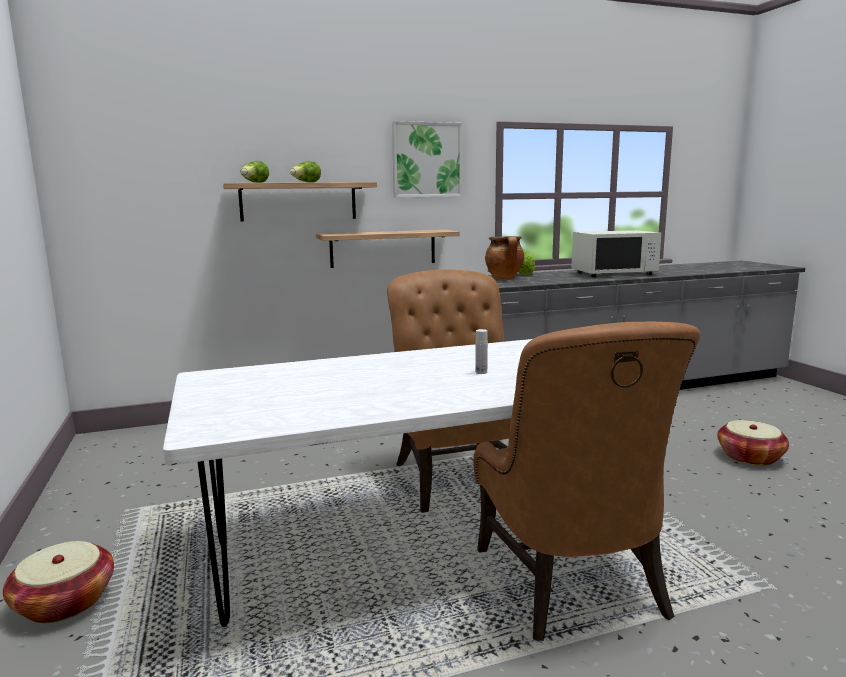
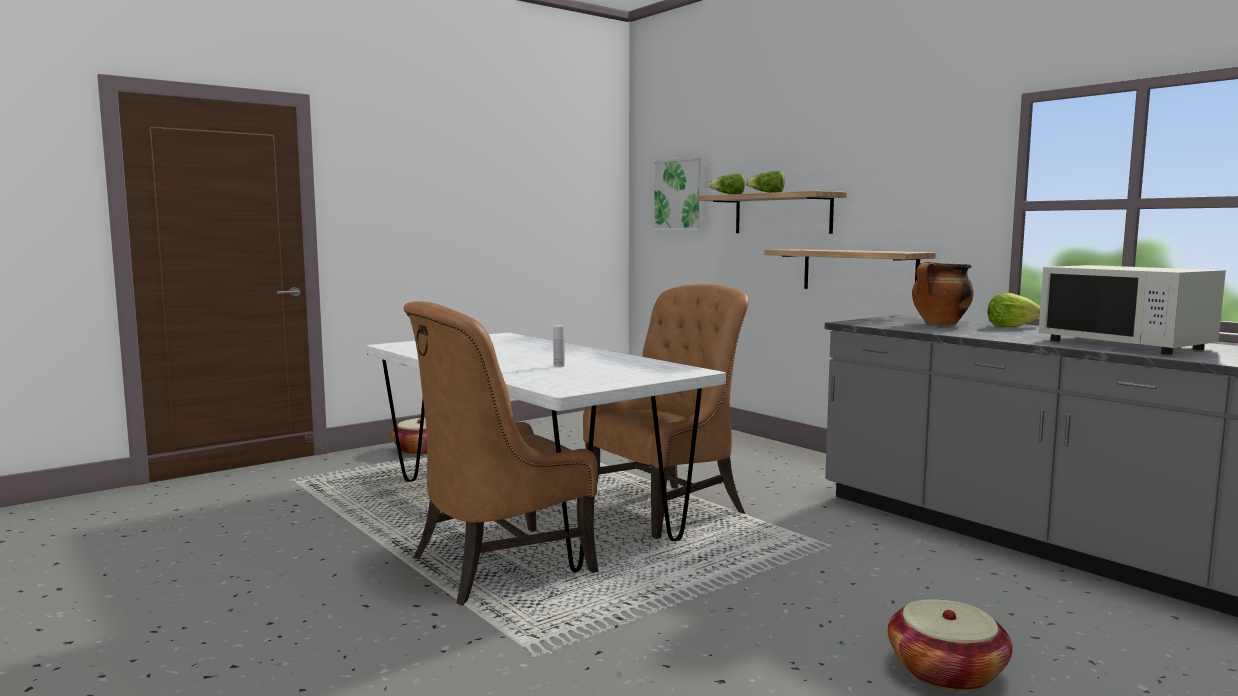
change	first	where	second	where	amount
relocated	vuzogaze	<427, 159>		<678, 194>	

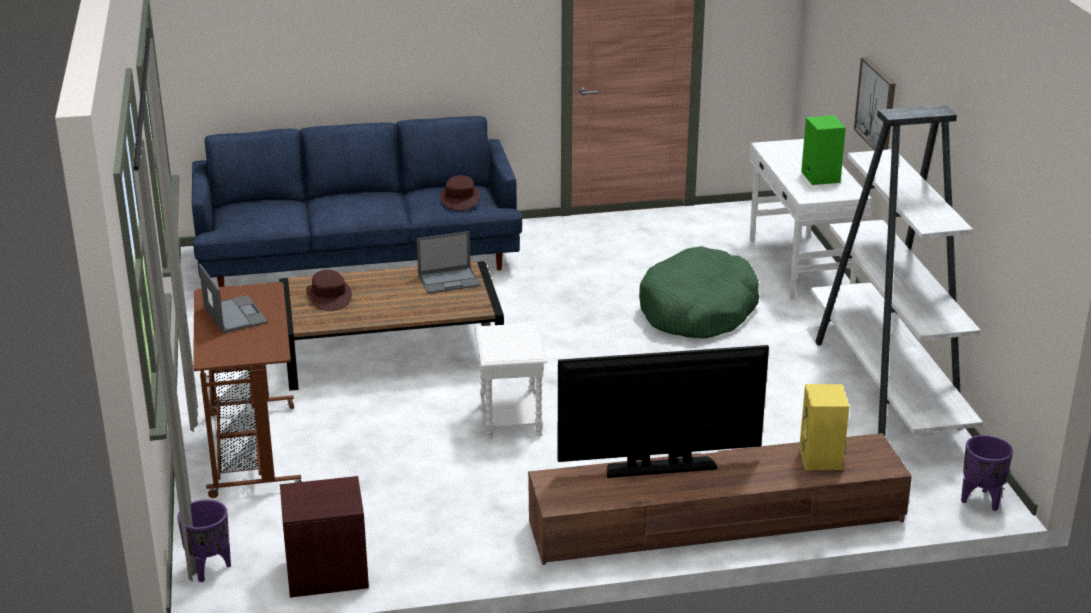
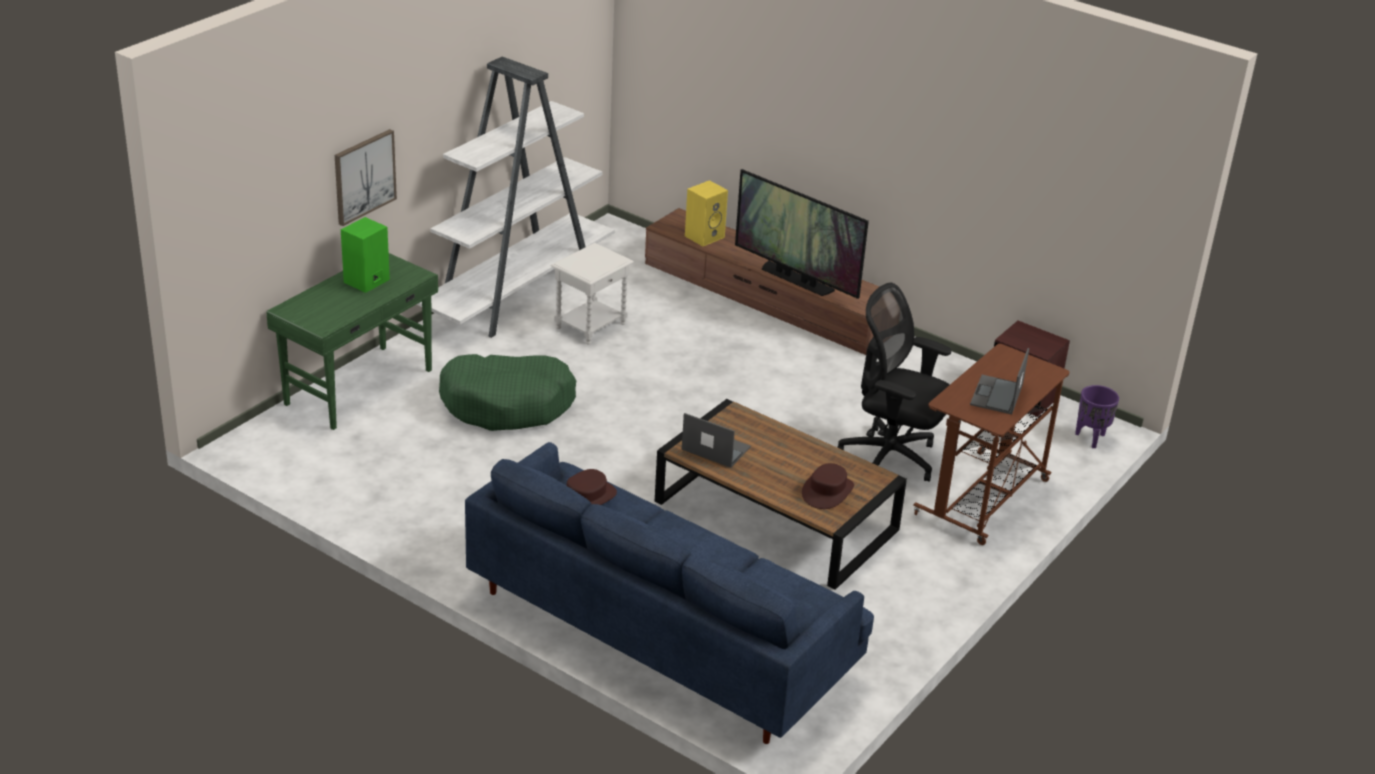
change	first	where	second	where	amount
colour	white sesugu	<810, 219>	green sesugu	<352, 341>	
relocated	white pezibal	<511, 381>		<592, 293>	
missing	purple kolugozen	<987, 473>			
appeared			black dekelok	<894, 382>	

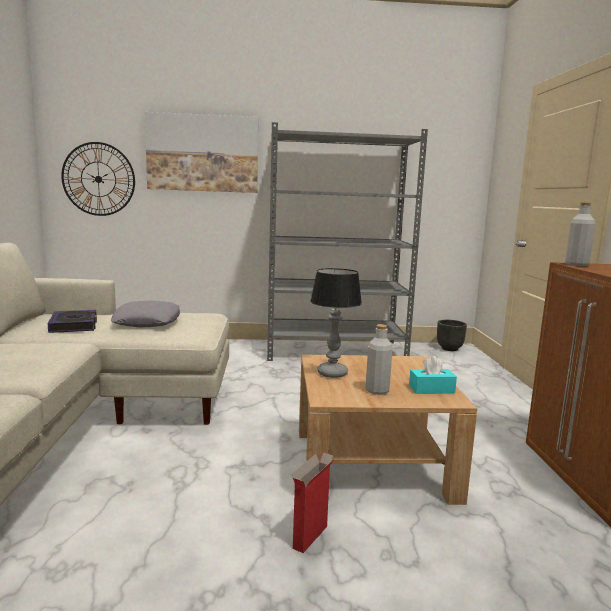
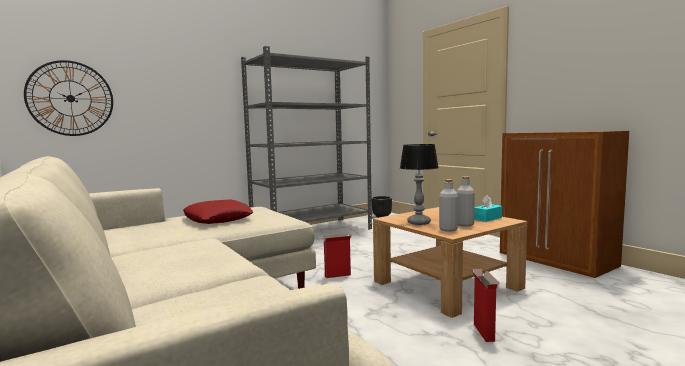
change	first	where	second	where	amount
missing	vuzogaze	<201, 152>			
relocated	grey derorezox	<580, 234>		<448, 205>	
colour	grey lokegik	<145, 313>	red lokegik	<218, 211>	
missing	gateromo	<72, 321>			
appeared			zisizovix	<337, 255>	

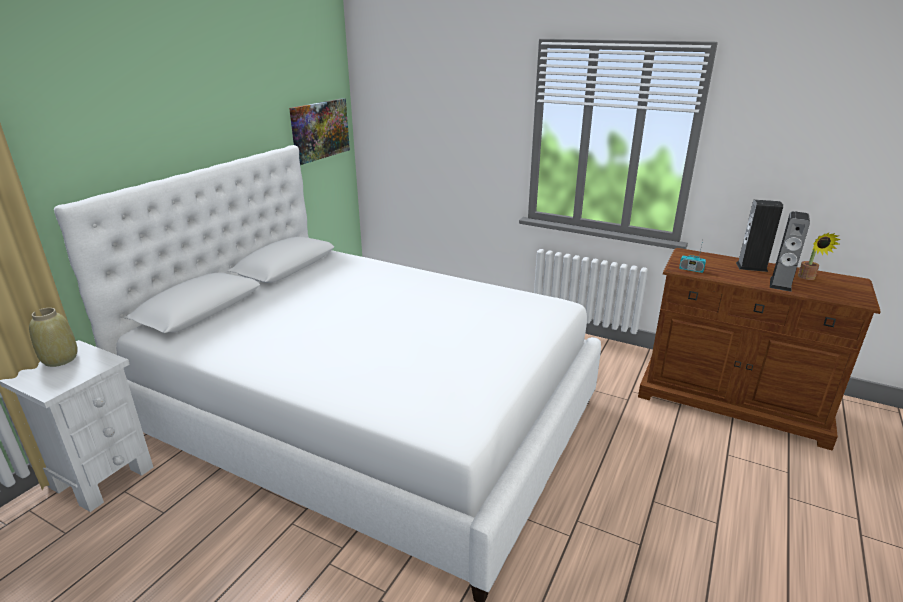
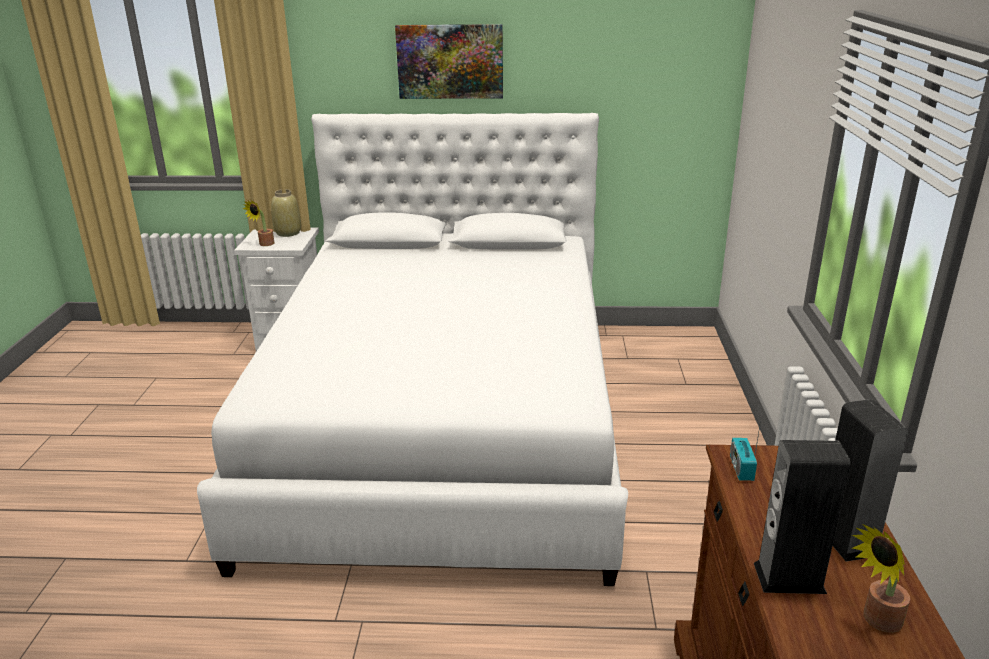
change	first	where	second	where	amount
relocated	vuzogaze	<319, 131>		<449, 61>	
appeared			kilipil	<258, 223>	

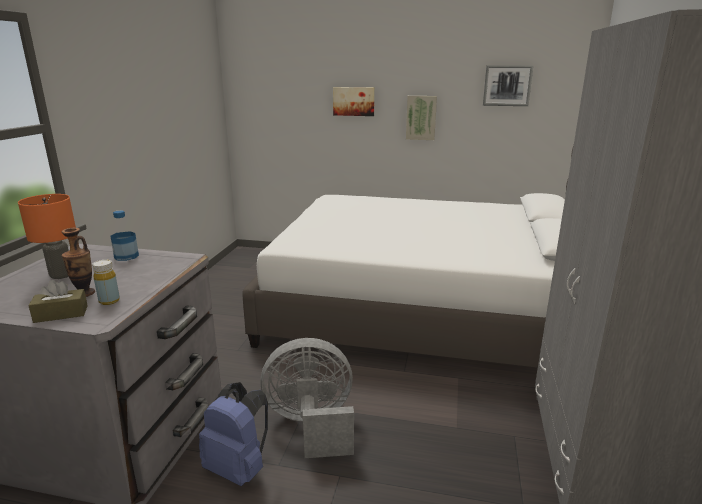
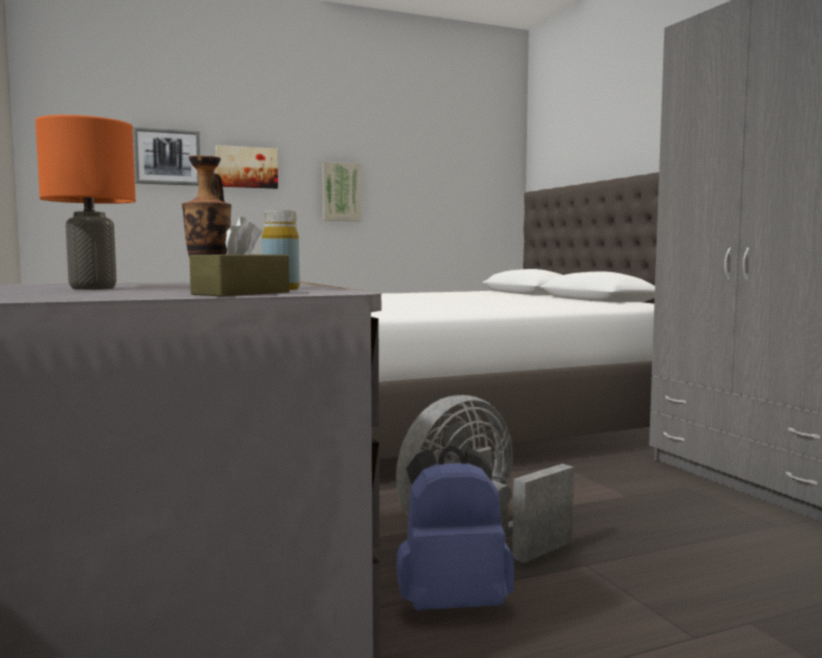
change	first	where	second	where	amount
relocated	vuzogaze	<508, 85>		<166, 156>	
missing	derorezox	<125, 235>			

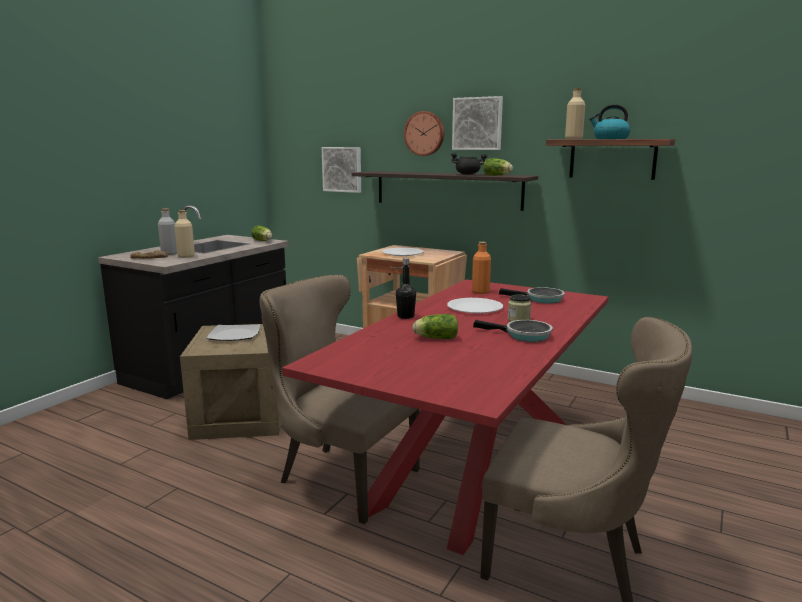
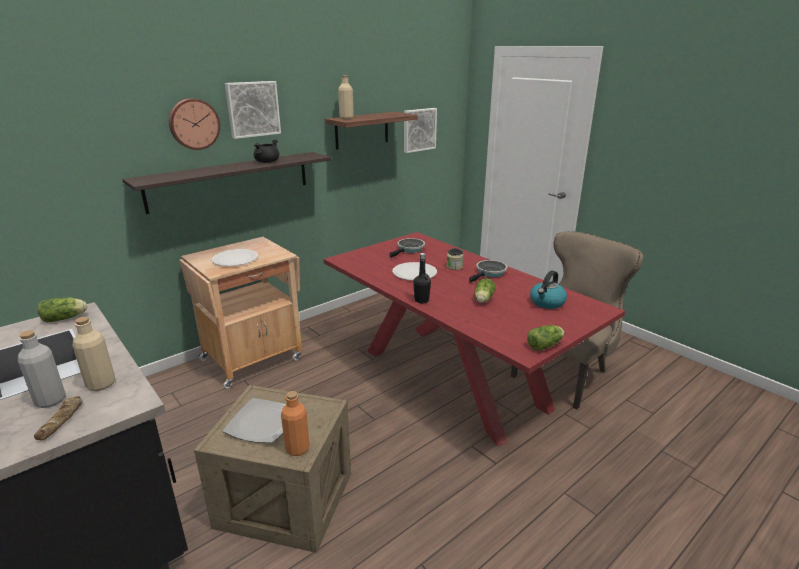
change	first	where	second	where	amount
relocated	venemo	<610, 121>		<548, 289>	
relocated	vuzogaze	<341, 170>		<420, 130>	
relocated	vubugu	<498, 167>		<545, 338>	
relocated	orange derorezox	<481, 268>		<295, 423>	
missing	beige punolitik	<340, 399>			

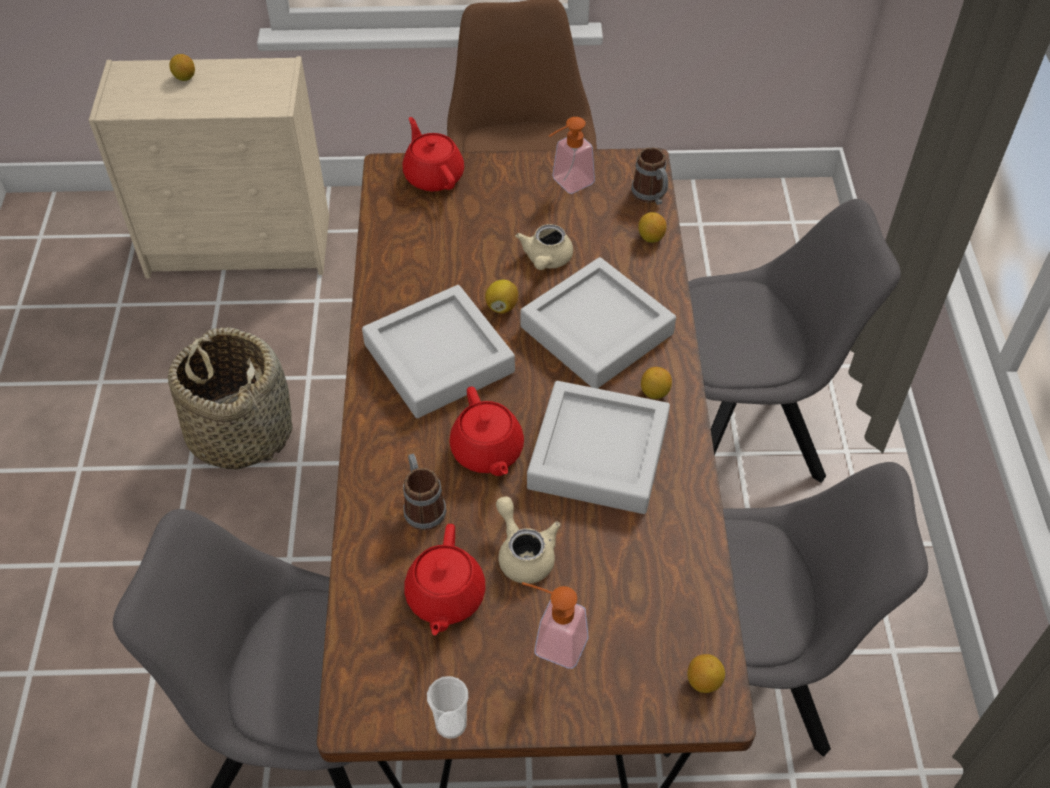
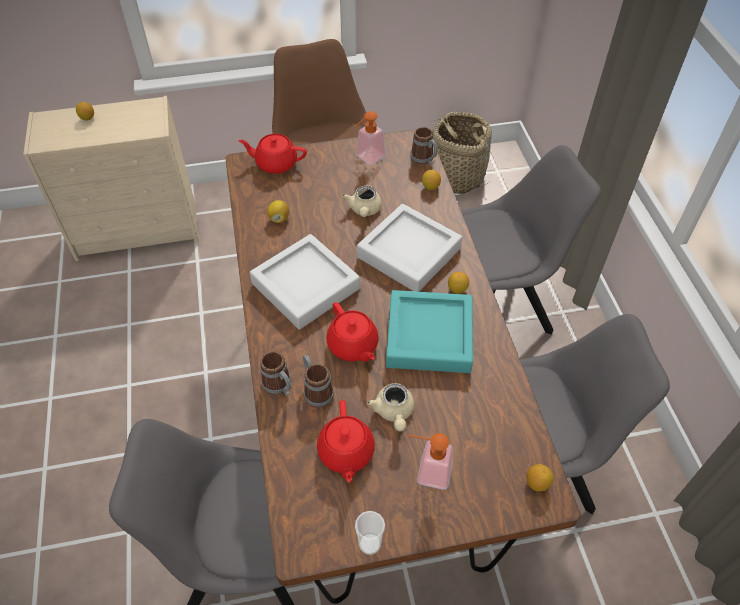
change	first	where	second	where	amount
spun	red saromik	<433, 154>		<272, 154>	45 degrees counterclockwise
relocated	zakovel	<501, 296>		<278, 211>	
relocated	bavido	<230, 398>		<461, 153>	
colour	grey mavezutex	<598, 447>	turquoise mavezutex	<429, 331>	
spun	beige saromik	<528, 540>		<390, 407>	150 degrees counterclockwise
appeared			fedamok	<276, 373>	

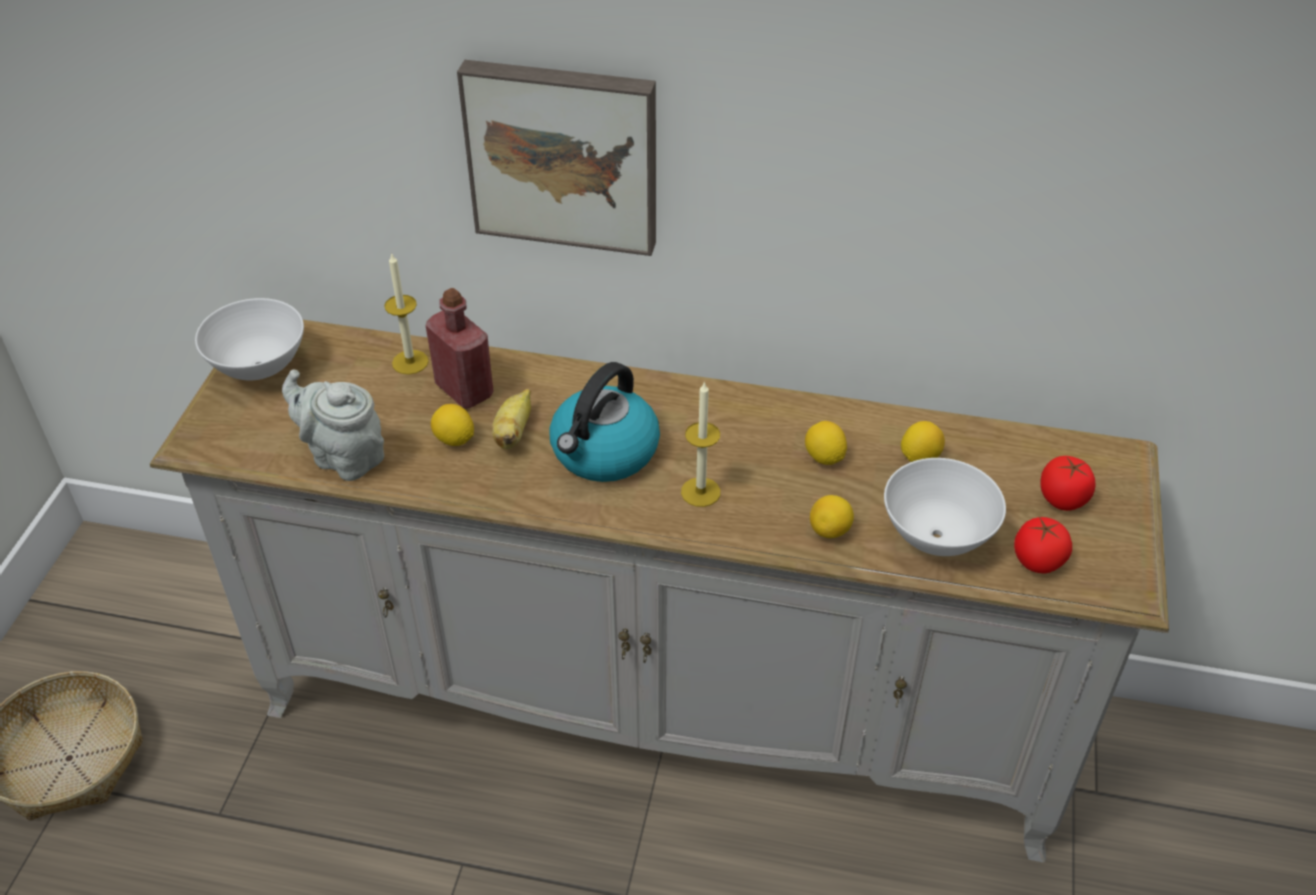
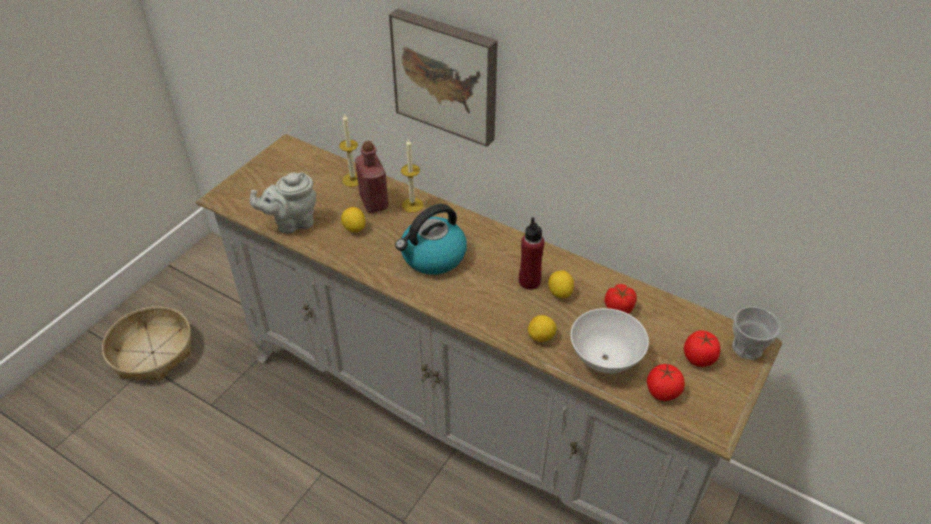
change	first	where	second	where	amount
missing	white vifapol	<249, 339>			
spun	grey saromik	<333, 425>		<283, 203>	75 degrees counterclockwise
relocated	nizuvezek	<701, 444>		<412, 175>	
missing	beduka	<511, 419>			
exchanged	zakovel	<923, 441>	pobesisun	<621, 299>	
appeared			red derorezox	<531, 253>	
appeared			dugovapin	<756, 333>	

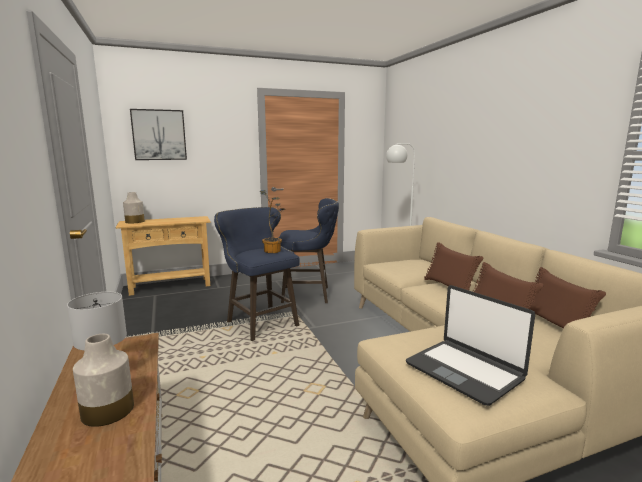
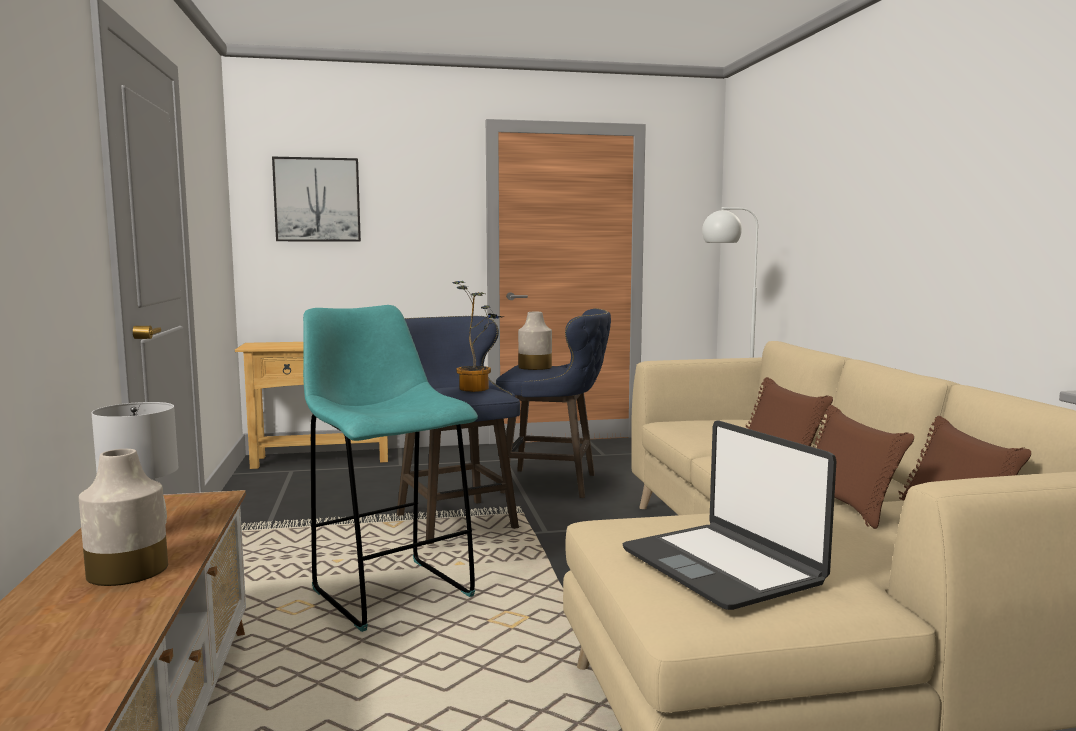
change	first	where	second	where	amount
relocated	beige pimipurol	<134, 207>		<535, 341>	
appeared			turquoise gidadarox	<390, 468>	

